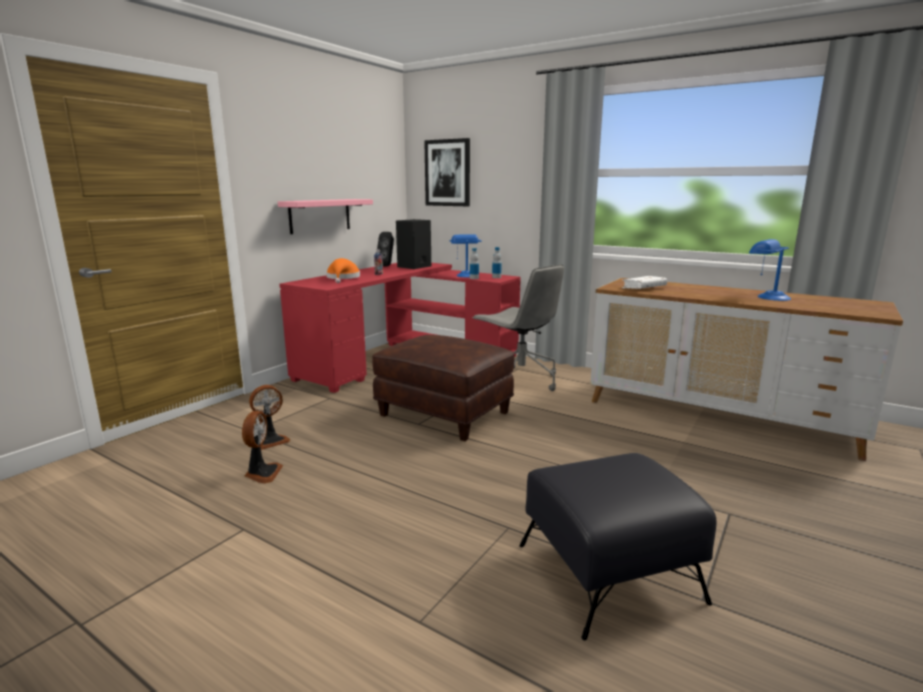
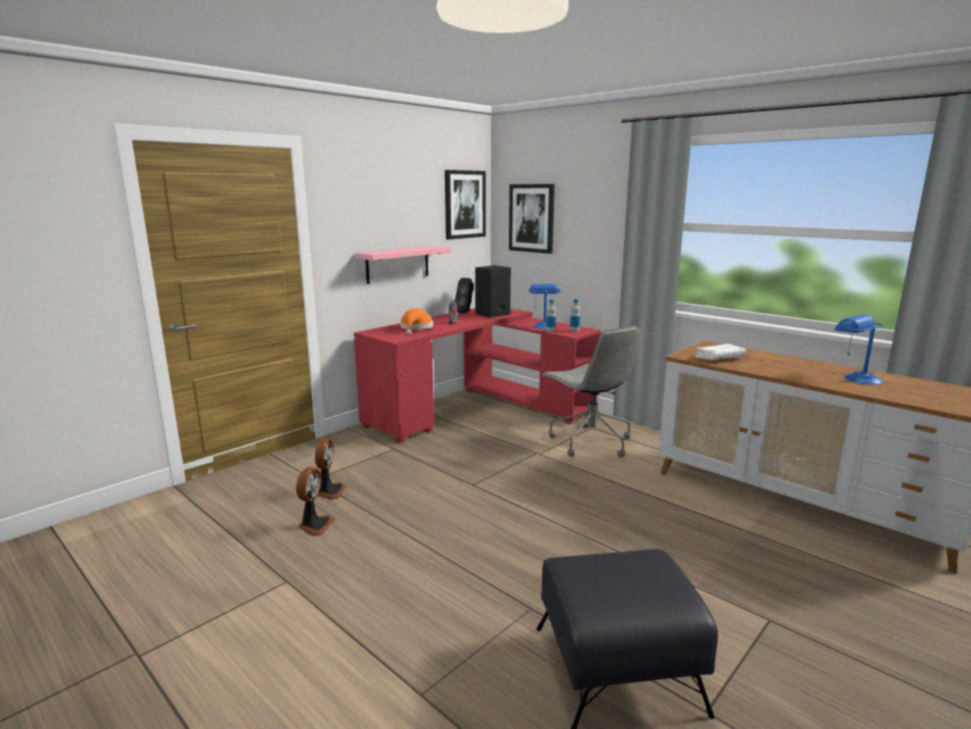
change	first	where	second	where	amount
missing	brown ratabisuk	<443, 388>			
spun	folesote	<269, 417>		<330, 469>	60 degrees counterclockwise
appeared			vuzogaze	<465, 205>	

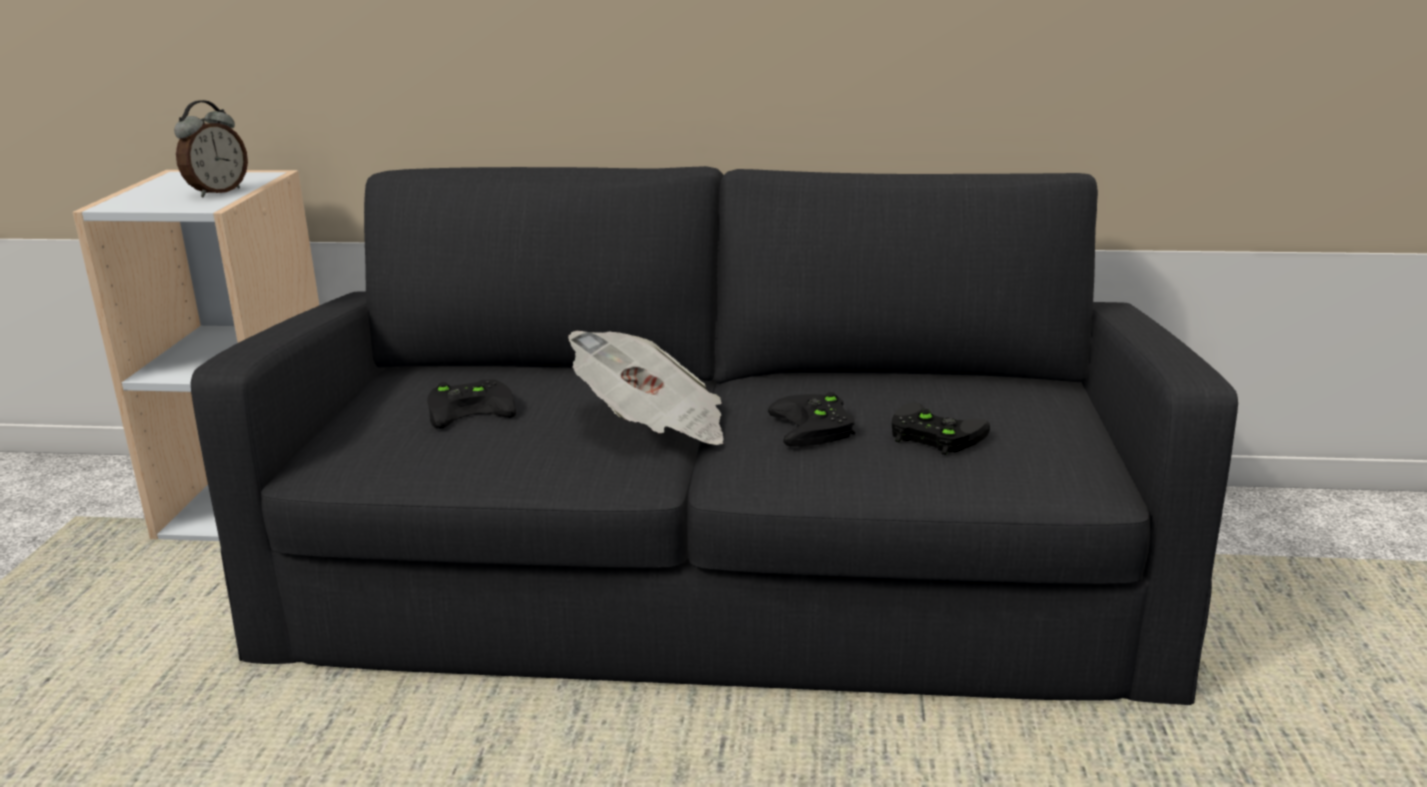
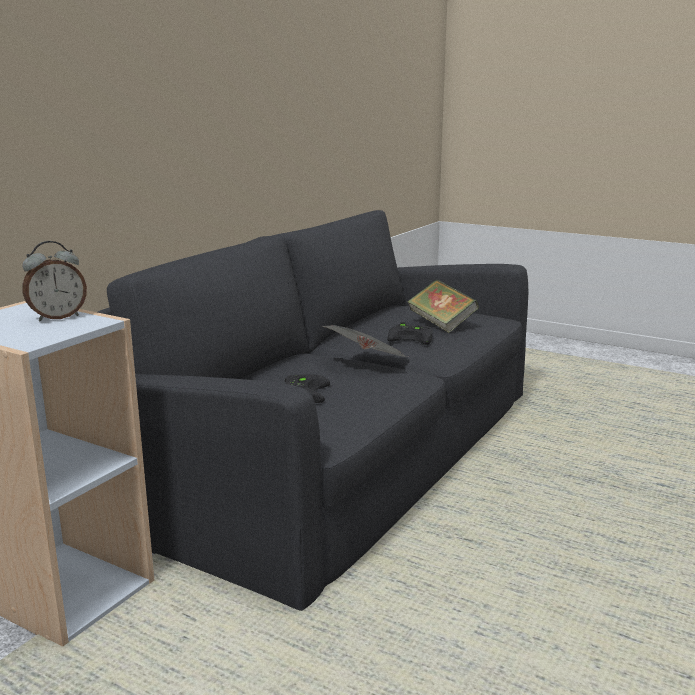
change	first	where	second	where	amount
spun	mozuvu	<211, 149>		<54, 281>	90 degrees clockwise
exchanged	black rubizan	<941, 428>	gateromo	<443, 306>	

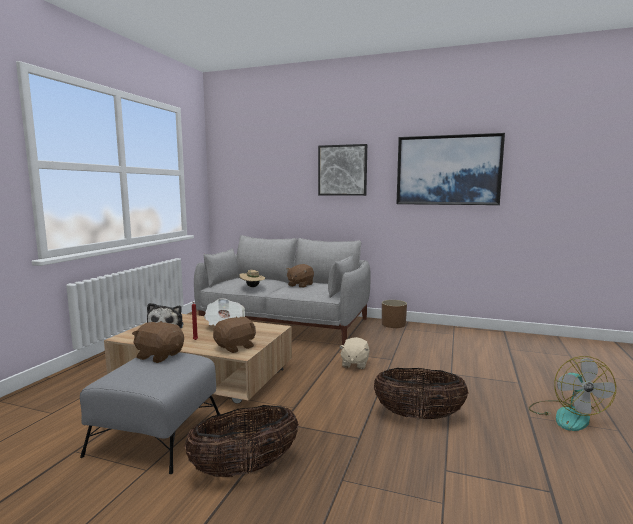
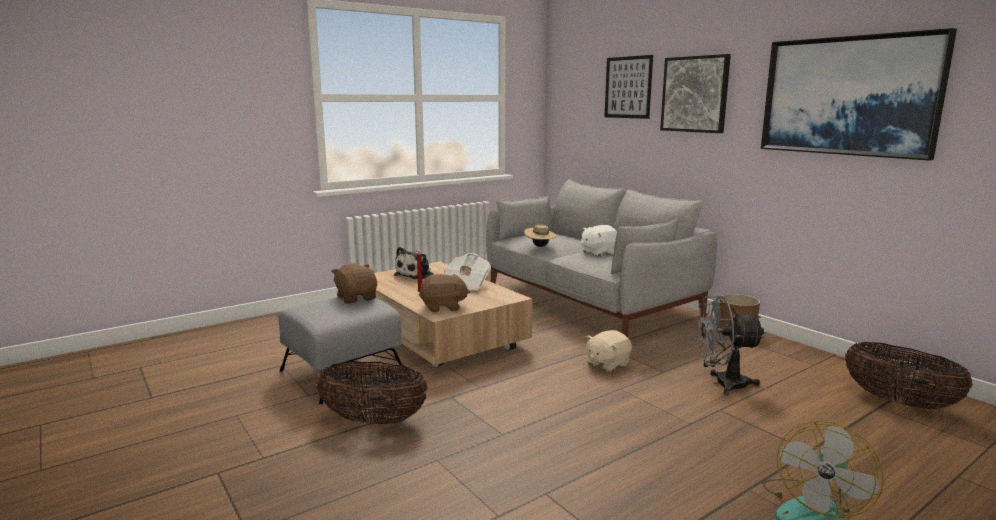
change	first	where	second	where	amount
colour	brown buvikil	<300, 276>	white buvikil	<599, 240>	
relocated	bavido	<421, 393>		<909, 375>	
appeared			vuzogaze	<629, 87>	
appeared			grey folesote	<730, 345>	

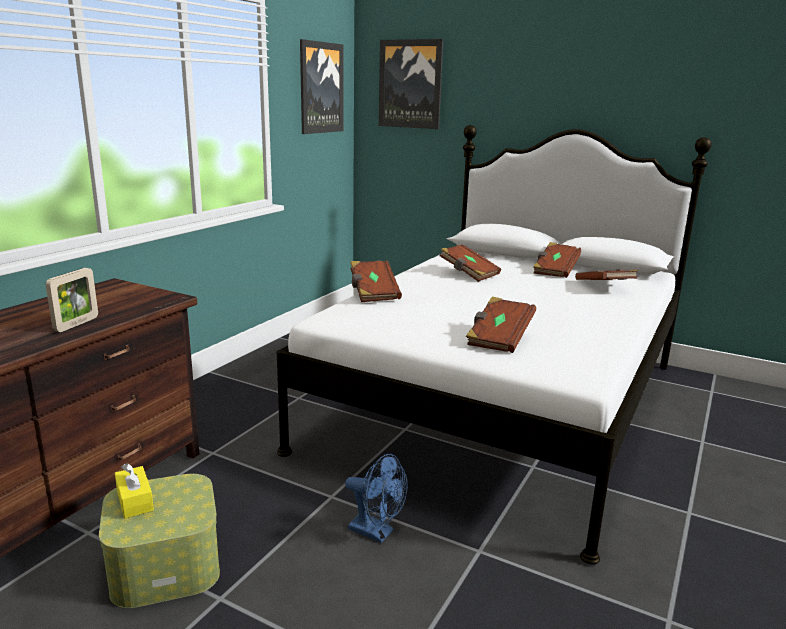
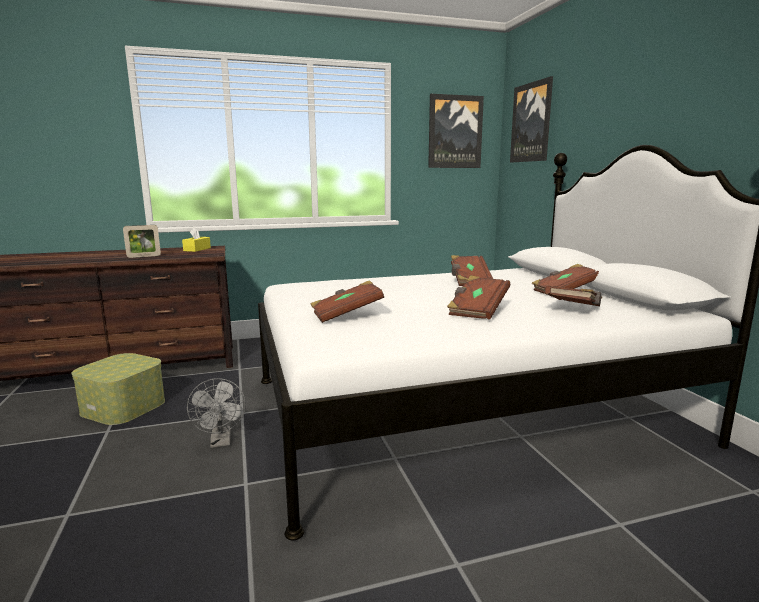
change	first	where	second	where	amount
relocated	brown gateromo	<376, 281>		<478, 297>	
colour	blue folesote	<376, 498>	grey folesote	<216, 413>	
relocated	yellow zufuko	<134, 490>		<196, 239>	

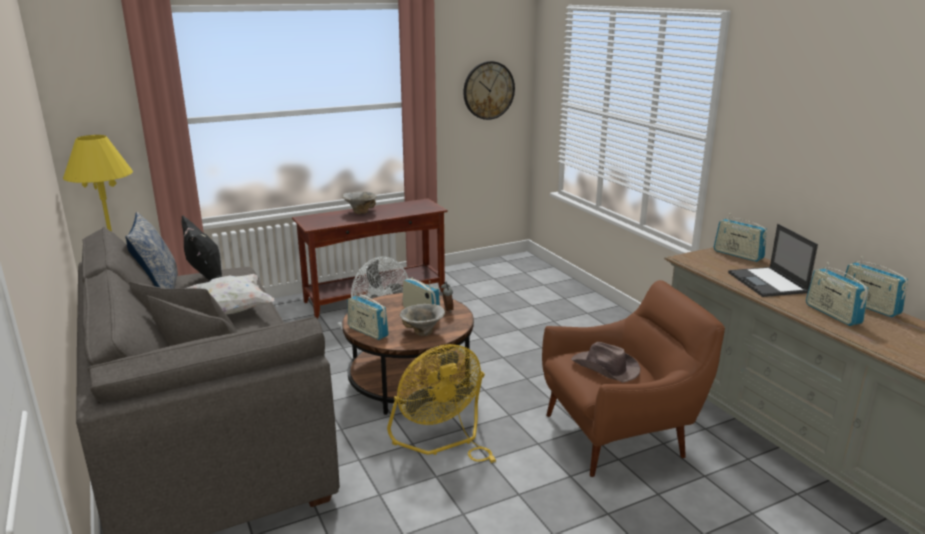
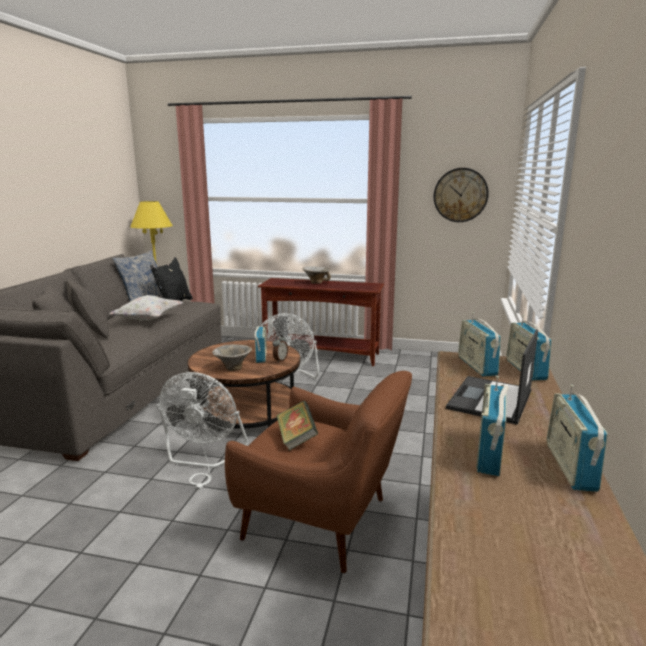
change	first	where	second	where	amount
relocated	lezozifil	<368, 315>		<479, 344>	
exchanged	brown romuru	<605, 362>	gateromo	<297, 426>	
colour	yellow folesote	<441, 403>	white folesote	<202, 431>	

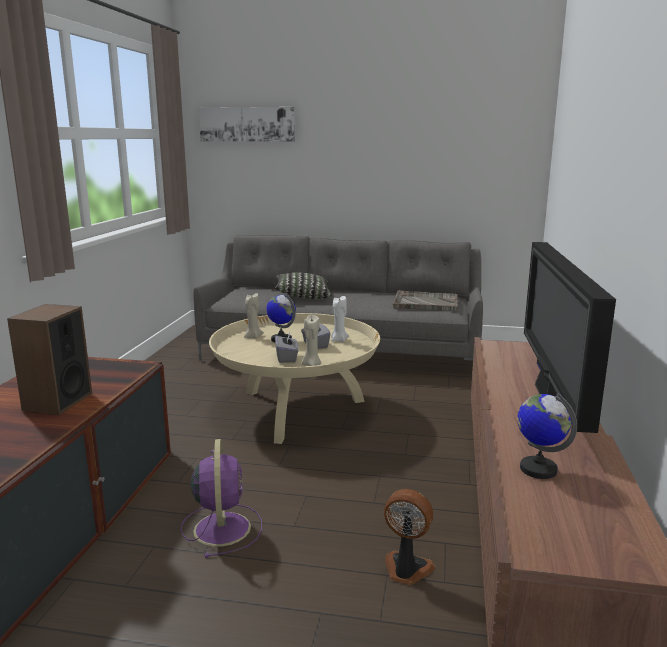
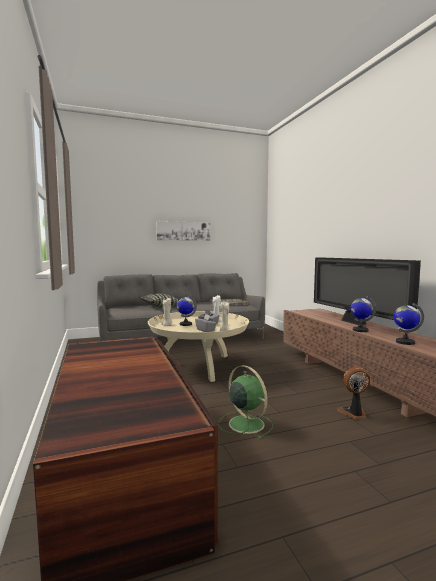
change	first	where	second	where	amount
relocated	vuzogaze	<247, 124>		<183, 231>	
missing	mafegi	<49, 359>			
colour	purple folesote	<221, 498>	green folesote	<245, 402>	
appeared			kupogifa	<363, 314>	

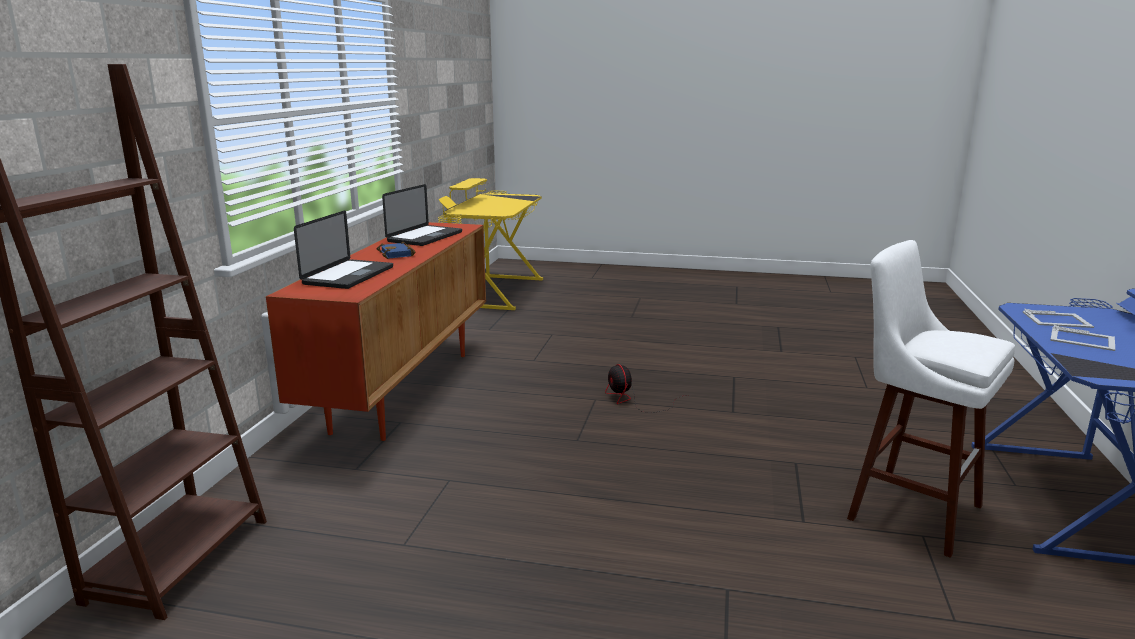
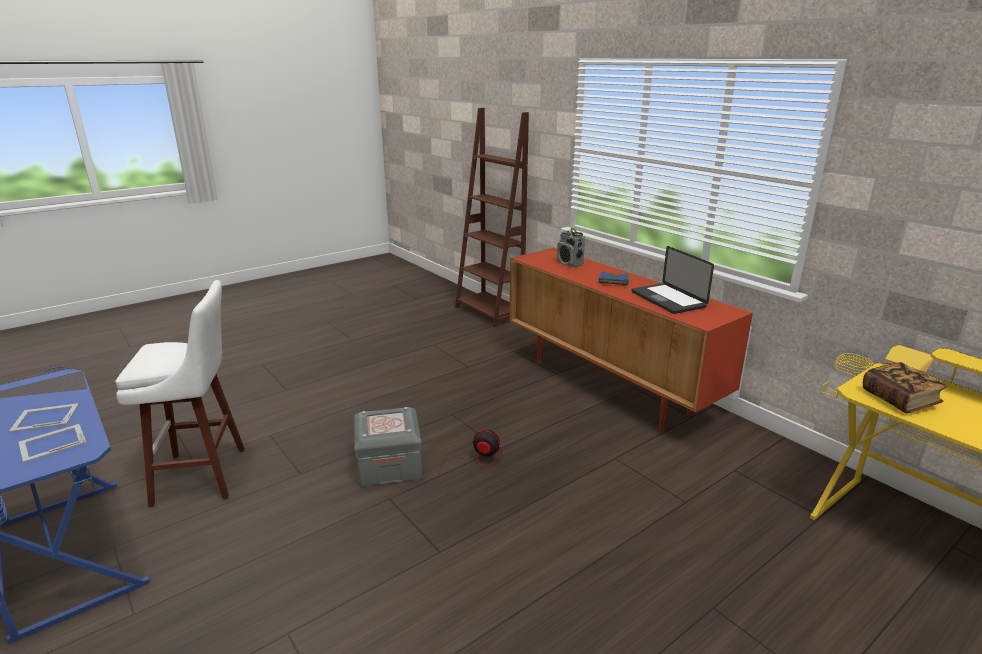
change	first	where	second	where	amount
exchanged	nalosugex	<343, 249>	lezozifil	<571, 247>	
appeared			gateromo	<905, 387>	
appeared			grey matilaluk	<388, 446>	

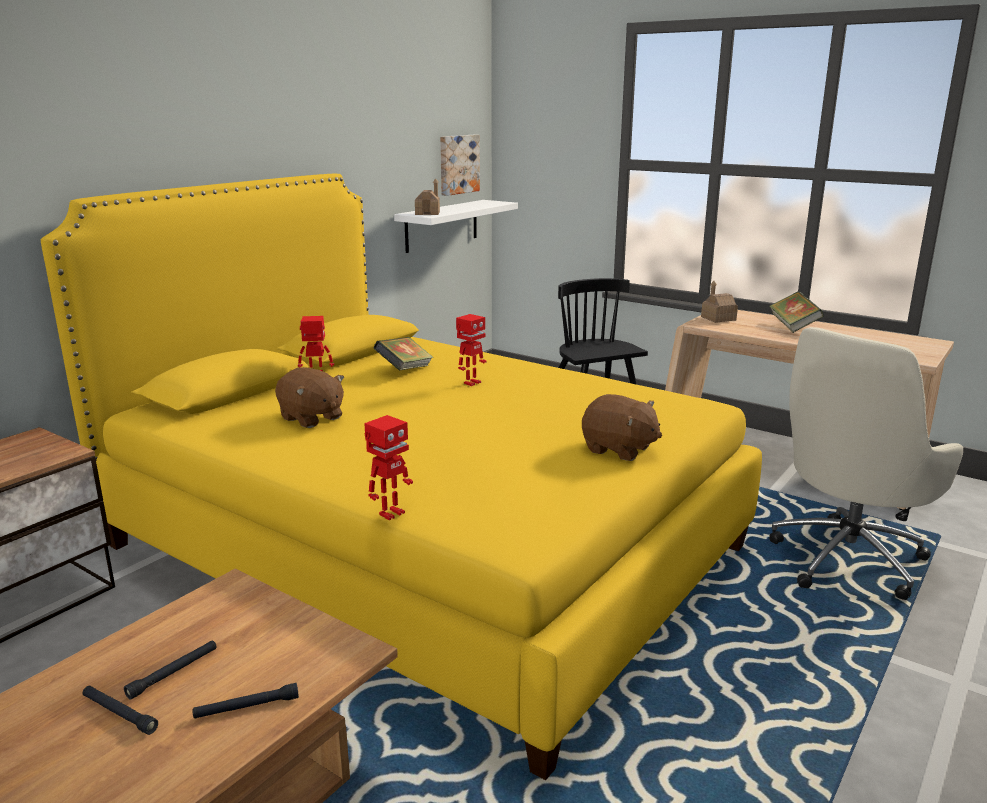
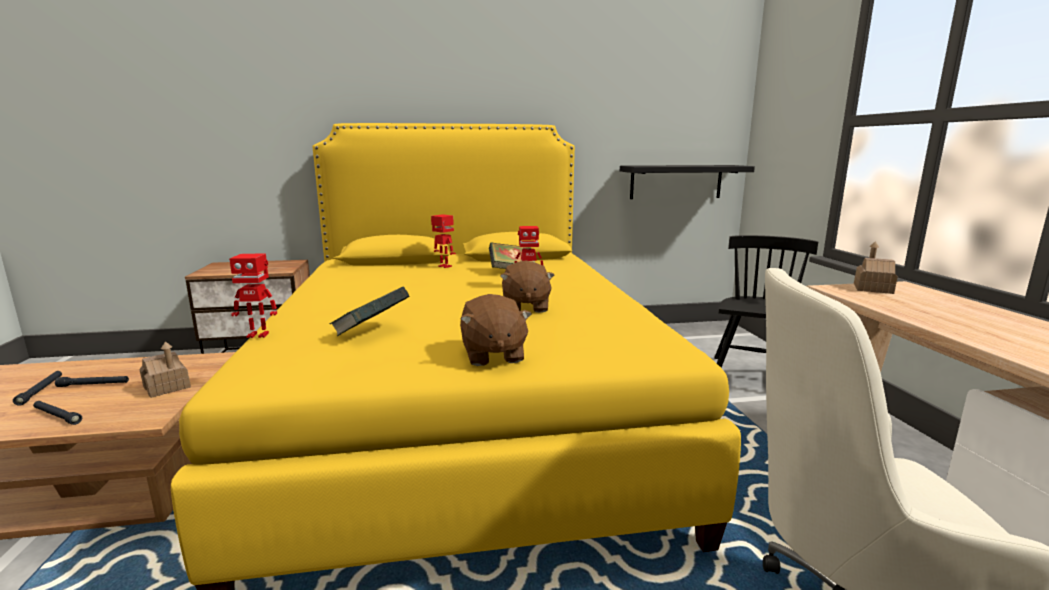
change	first	where	second	where	amount
missing	vuzogaze	<460, 165>			
relocated	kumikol	<427, 196>		<165, 369>	
colour	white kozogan	<456, 226>	black kozogan	<687, 182>	
relocated	gateromo	<797, 312>		<369, 311>	
relocated	brown buvikil	<309, 397>		<527, 287>	

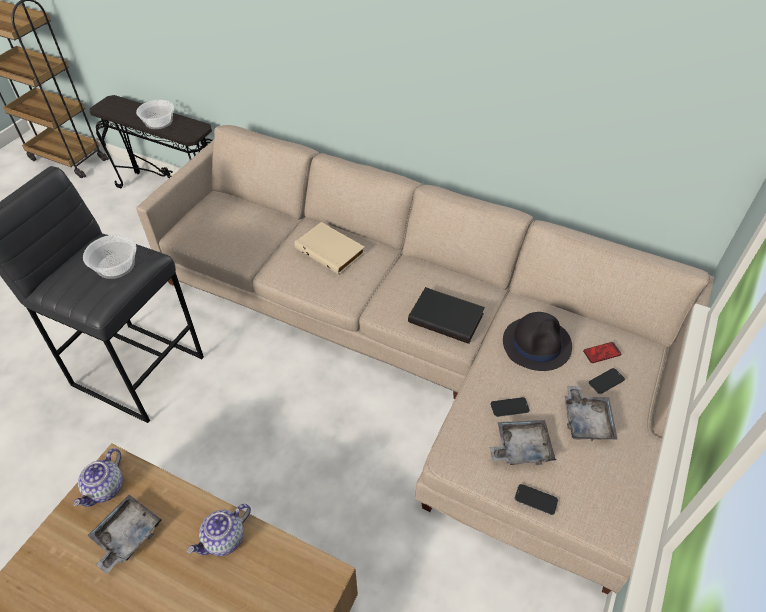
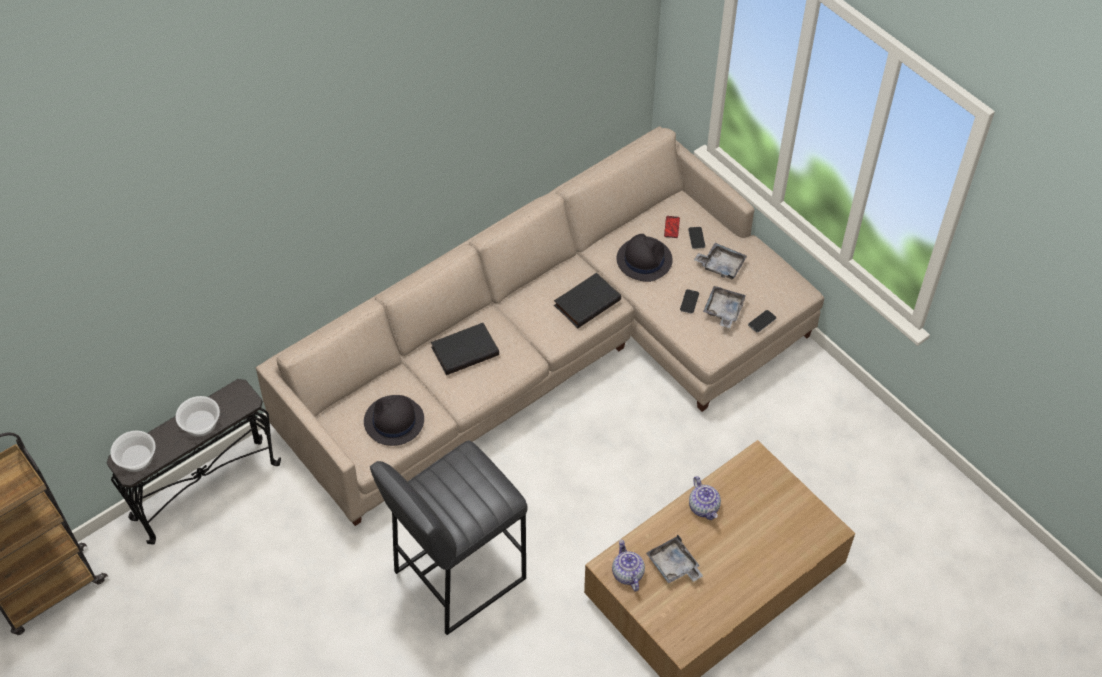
change	first	where	second	where	amount
colour	beige gateromo	<329, 248>	black gateromo	<465, 349>	
relocated	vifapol	<109, 256>		<133, 451>	
spun	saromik	<98, 477>		<628, 565>	150 degrees counterclockwise
appeared			black romuru	<394, 420>	

